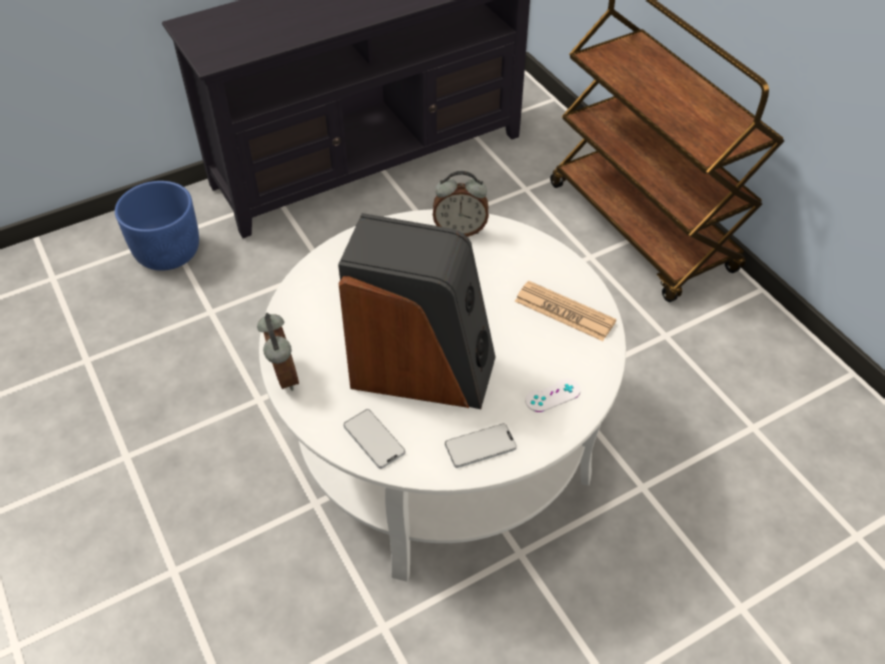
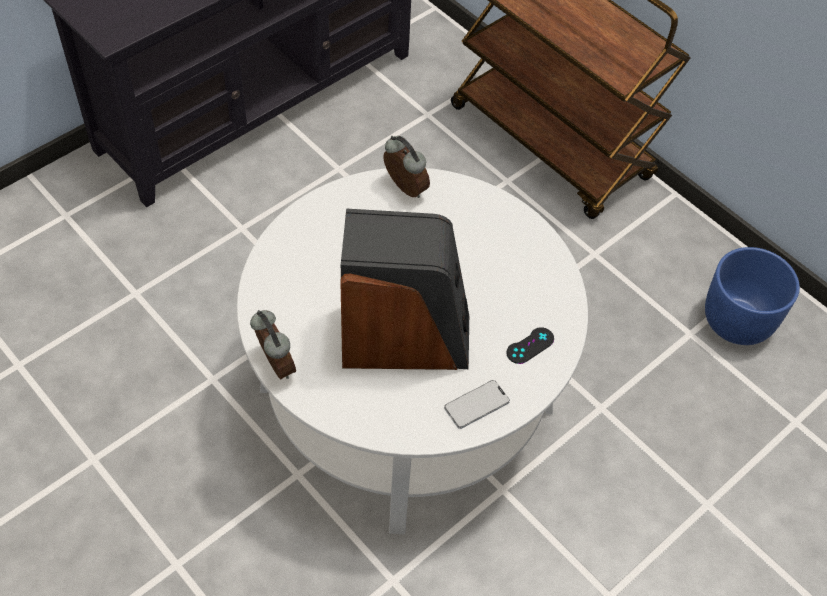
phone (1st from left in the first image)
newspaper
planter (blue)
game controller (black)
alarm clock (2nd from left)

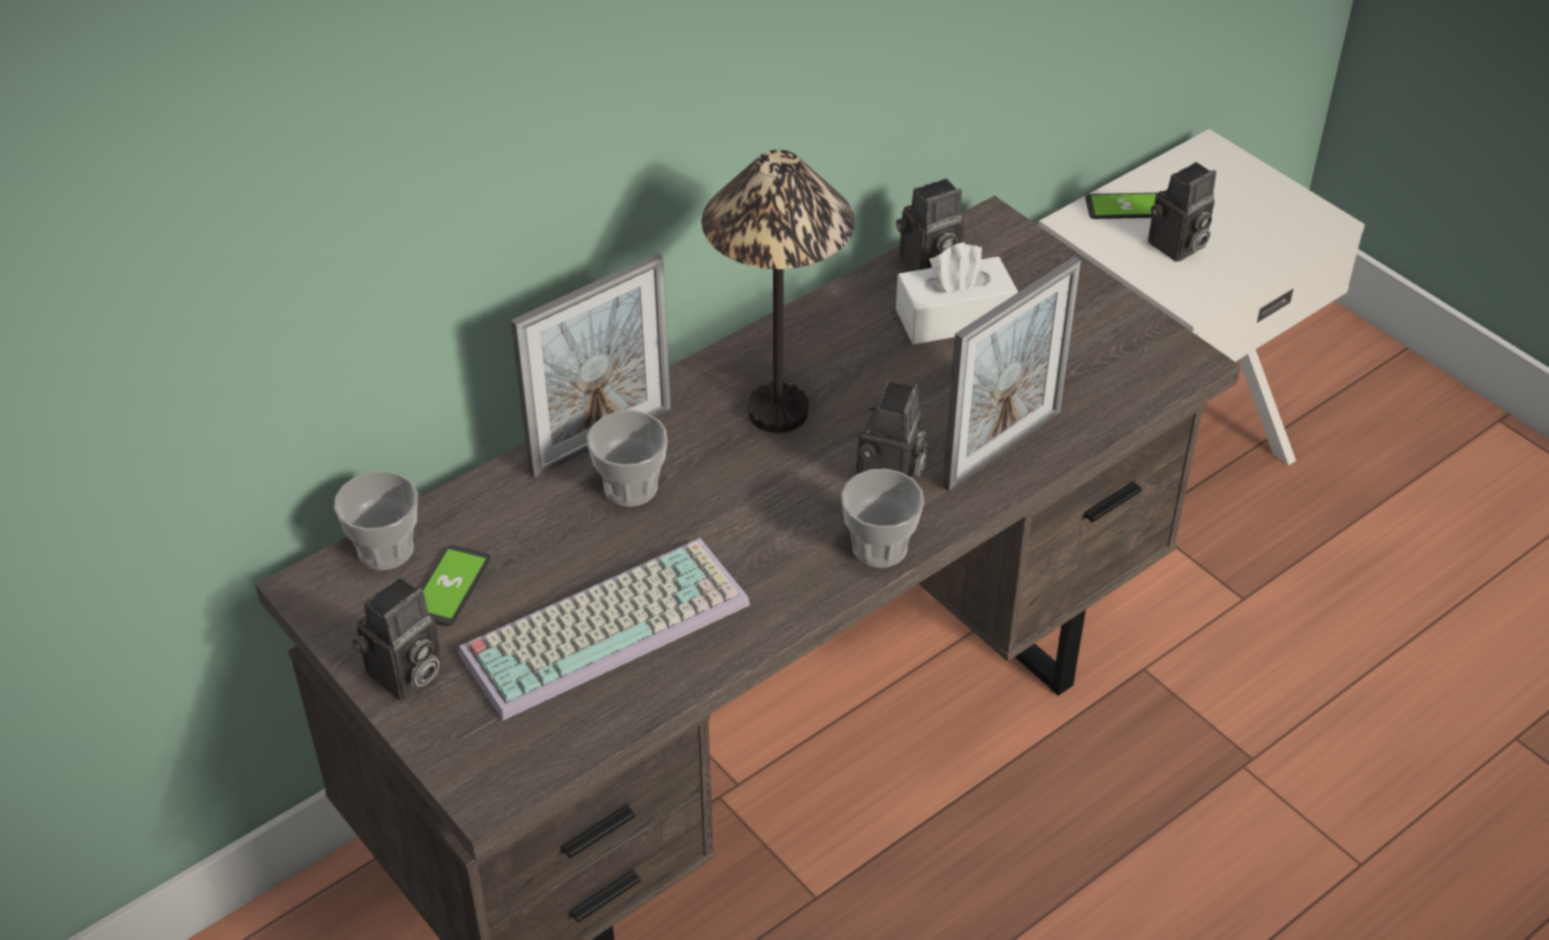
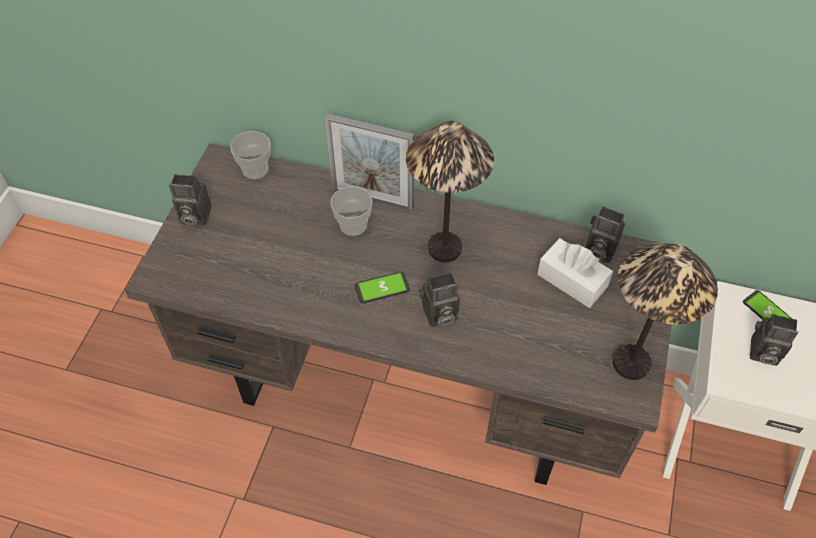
keyboard
cup (3rd from left in the first image)
picture frame (2nd from left in the first image)
table lamp (2nd from left)
phone (1st from left)

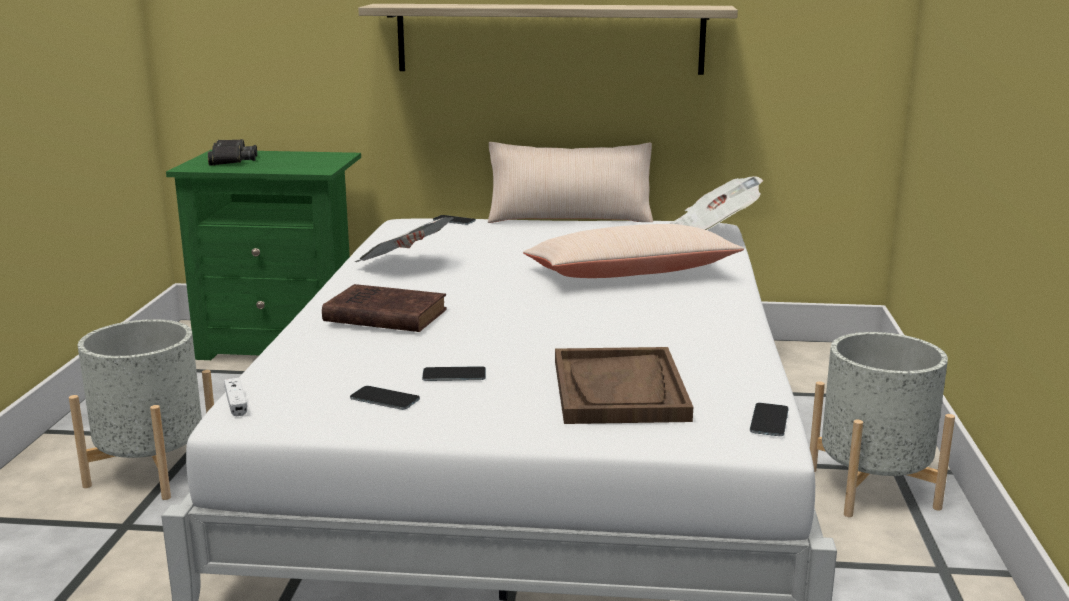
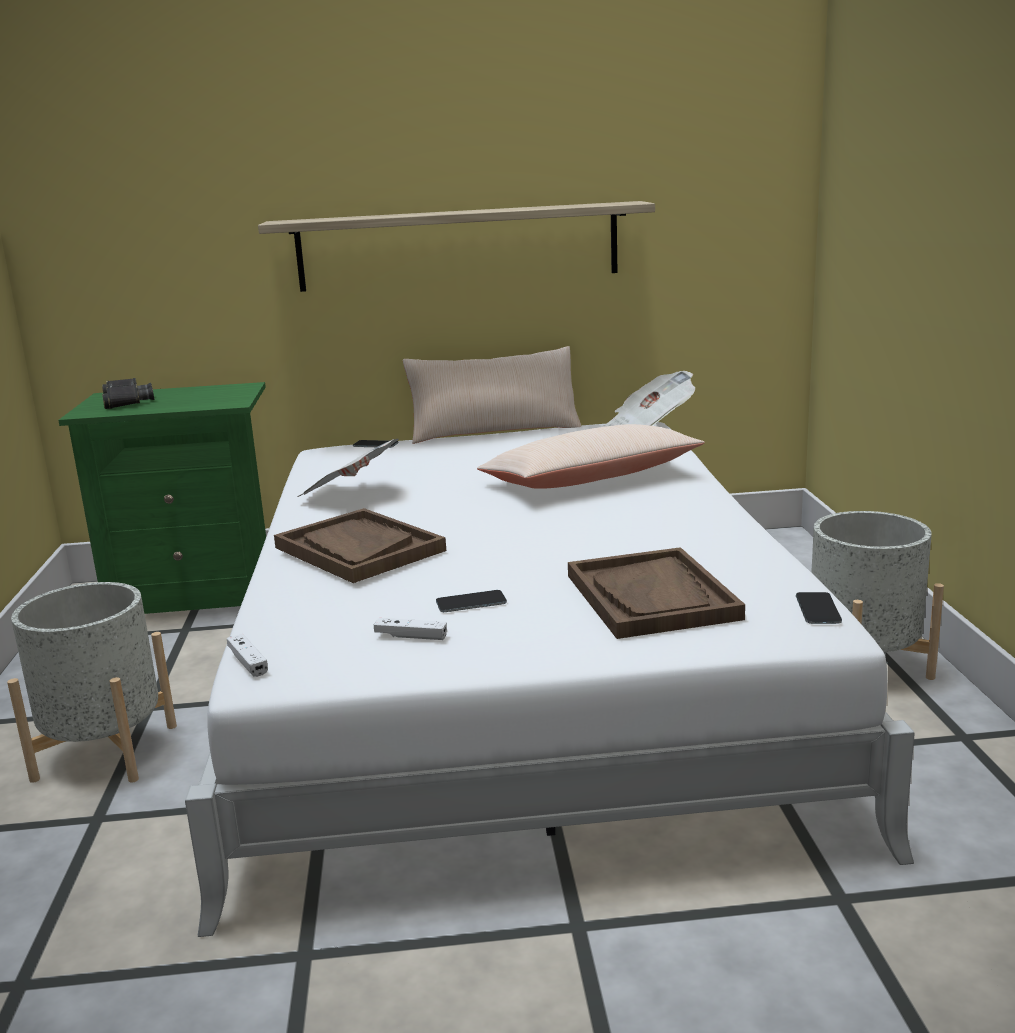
tray (brown) (1st from left)
game controller (white) (2nd from left)

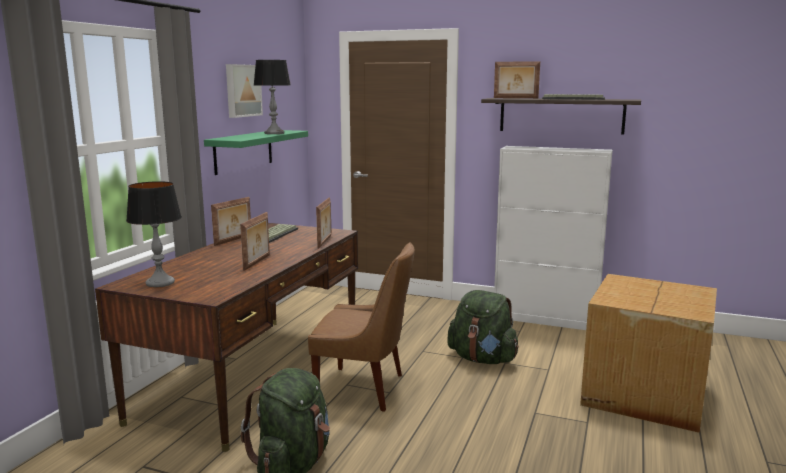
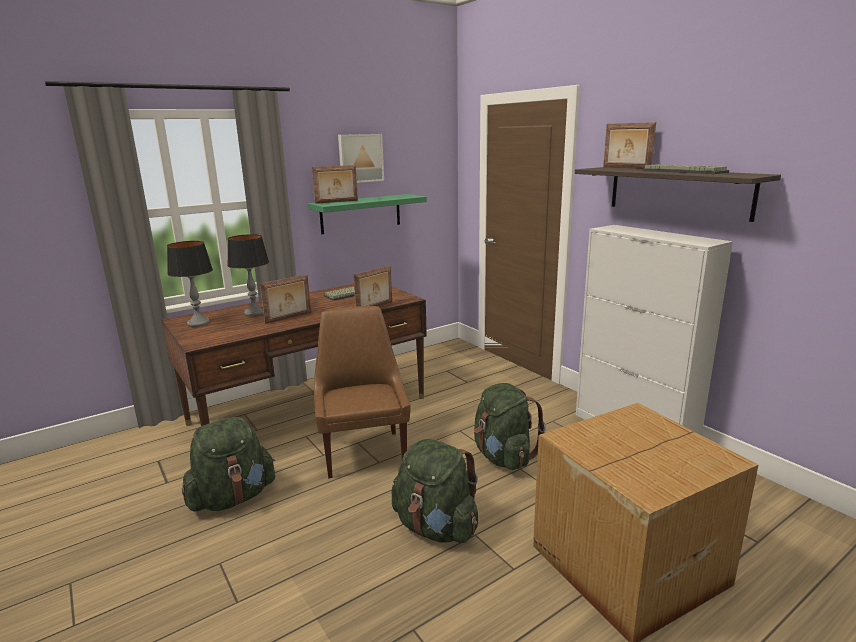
backpack (green) (2nd from left)
picture frame (2nd from left)
table lamp (2nd from left)
chair (brown)

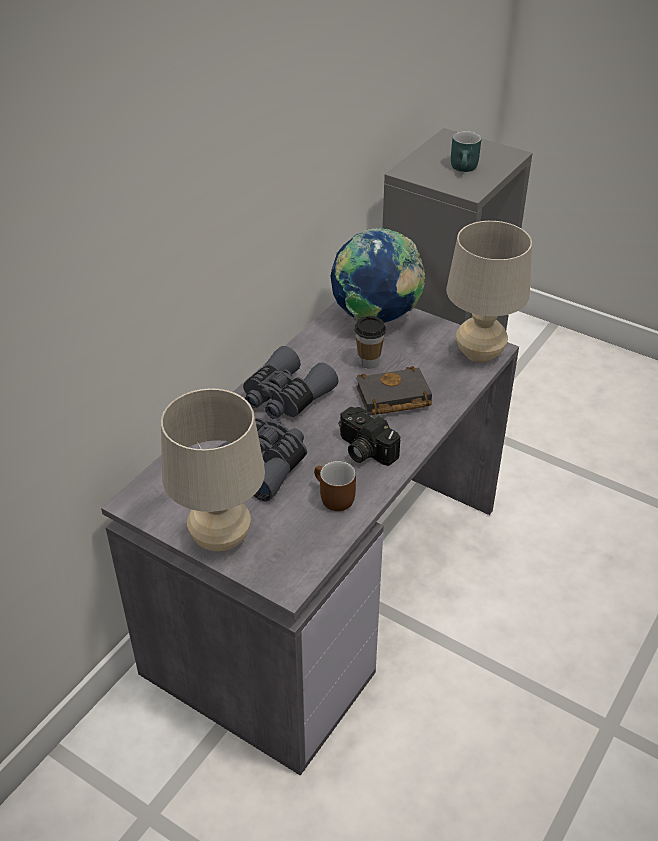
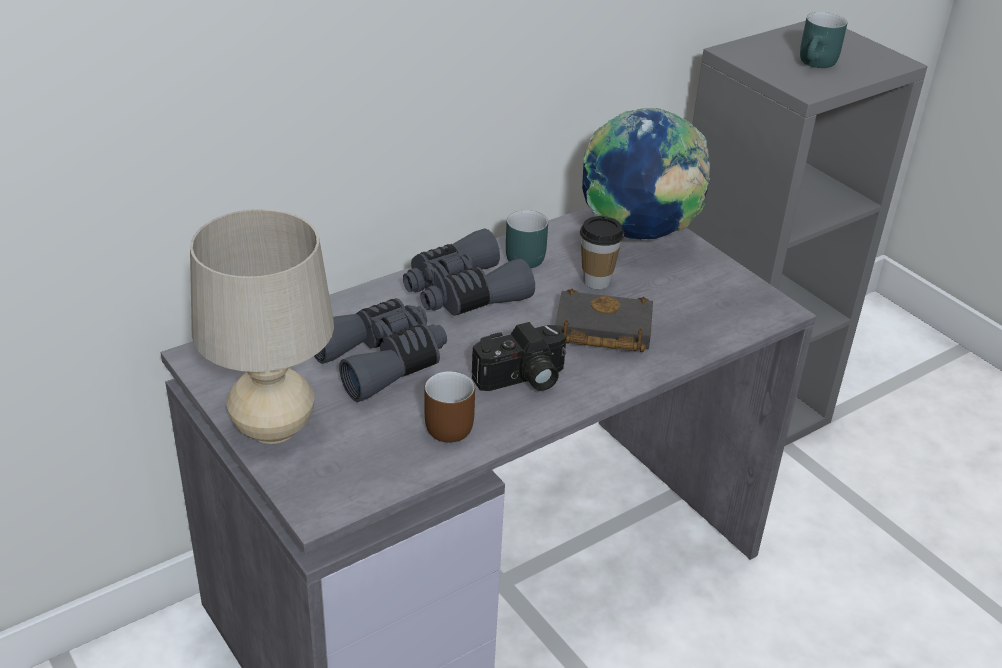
table lamp (beige) (2nd from left in the first image)
mug (turquoise) (1st from left)
photo camera

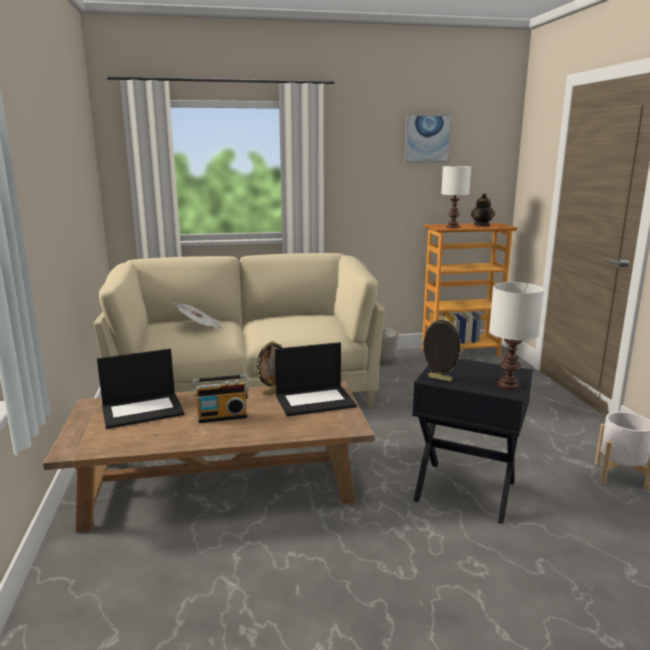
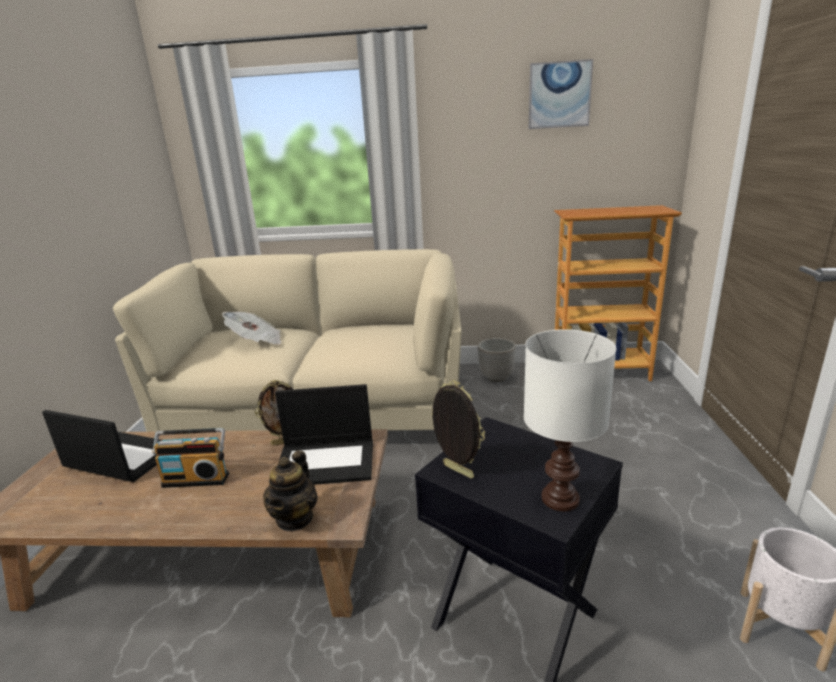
table lamp (white) (1st from left in the first image)
teapot
laptop (1st from left)

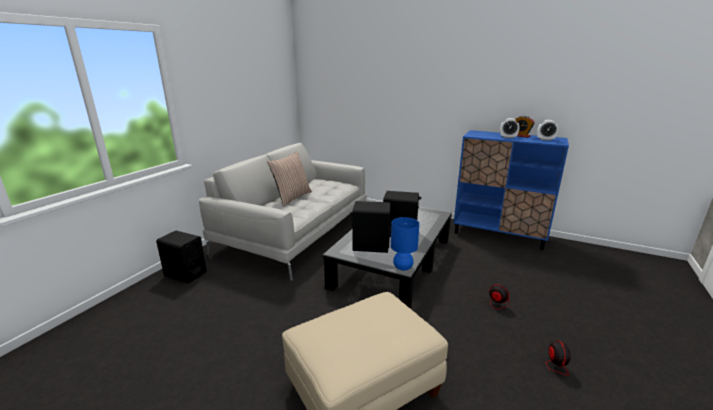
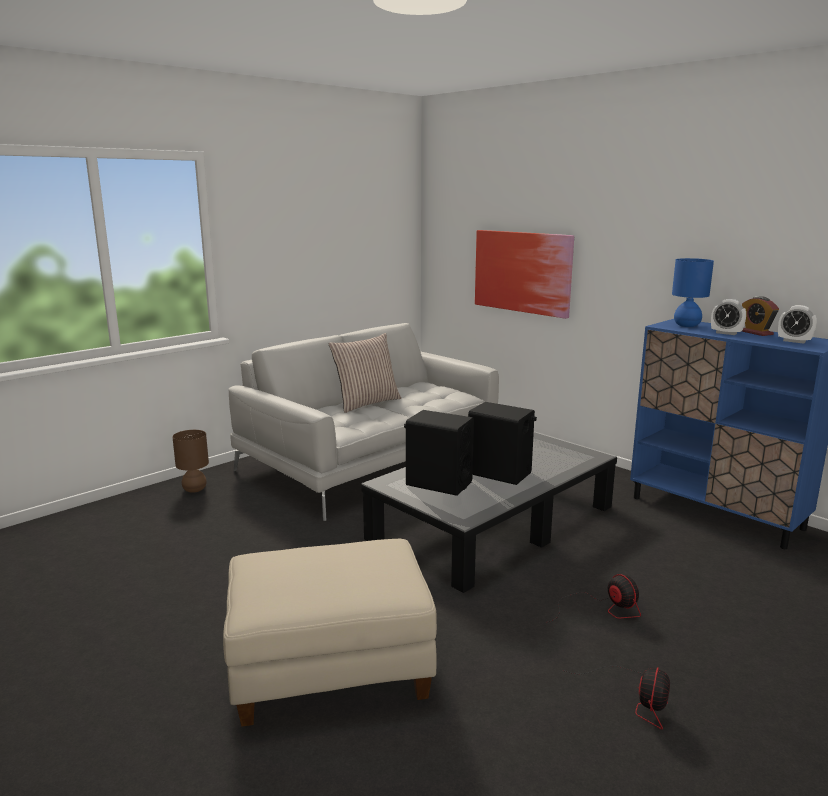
picture
table lamp (blue)
table lamp (brown)

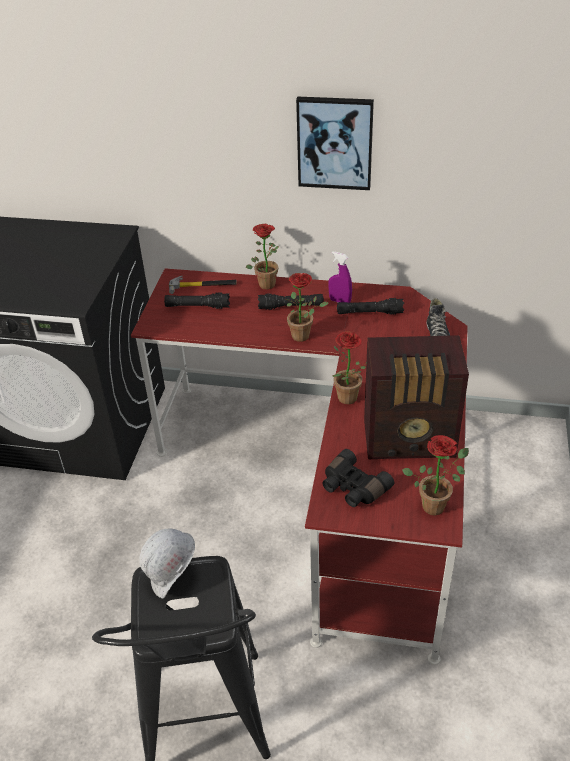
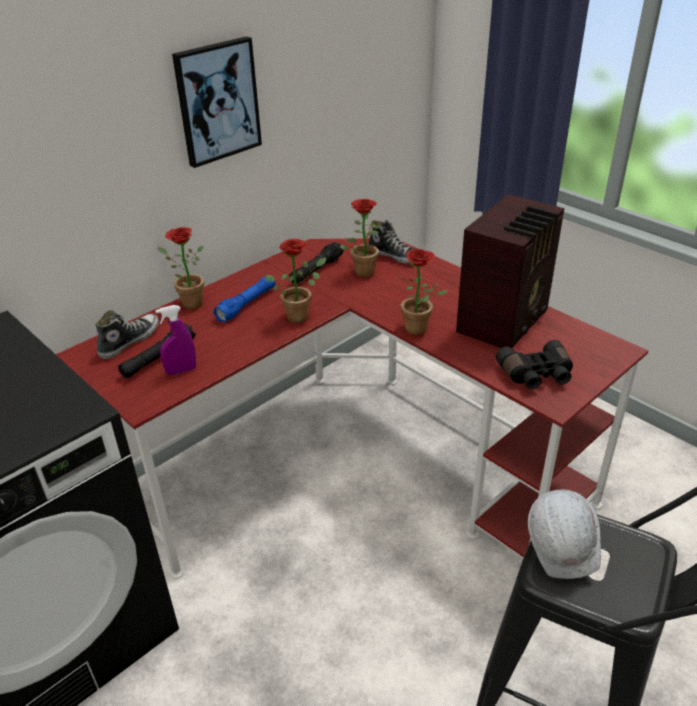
spray bottle (purple)
potted plant (3rd from left)
shoe (1st from left)
flashlight (blue)

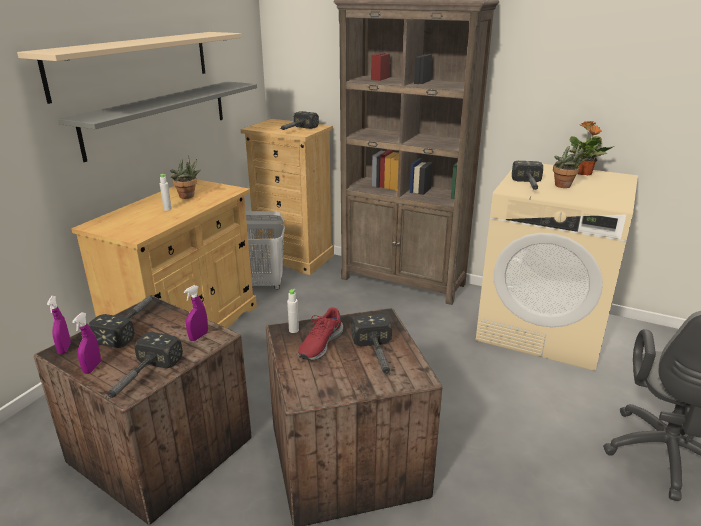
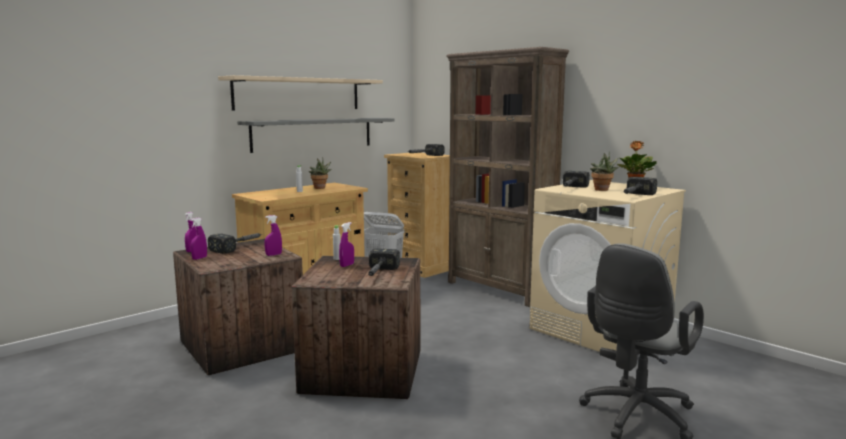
hammer (5th from left)
spray bottle (purple) (4th from left)

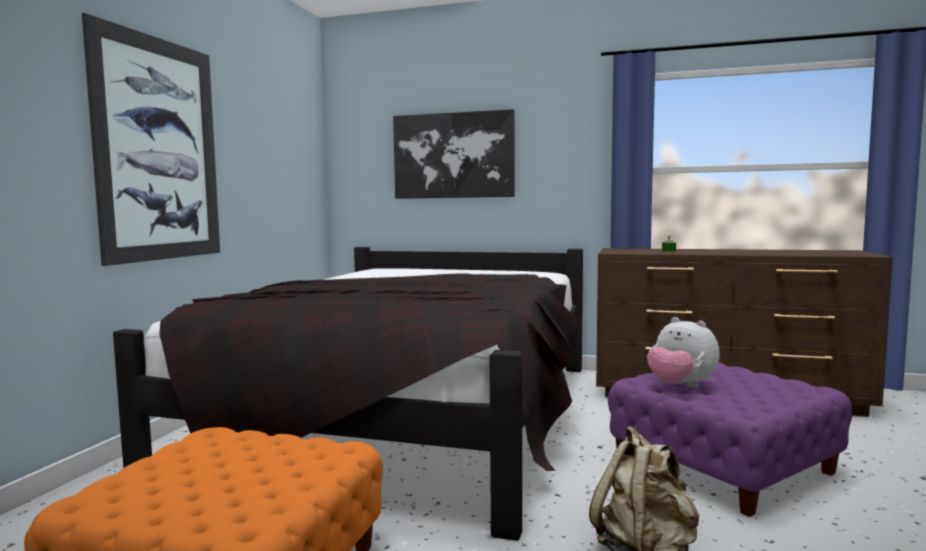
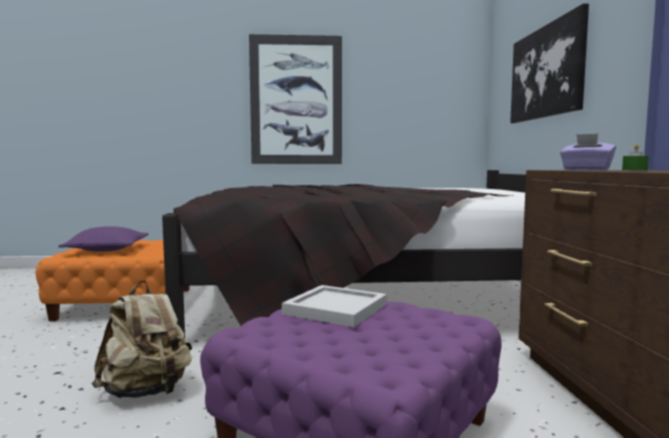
pillow (purple)
tissue box (purple)
tray (white)

